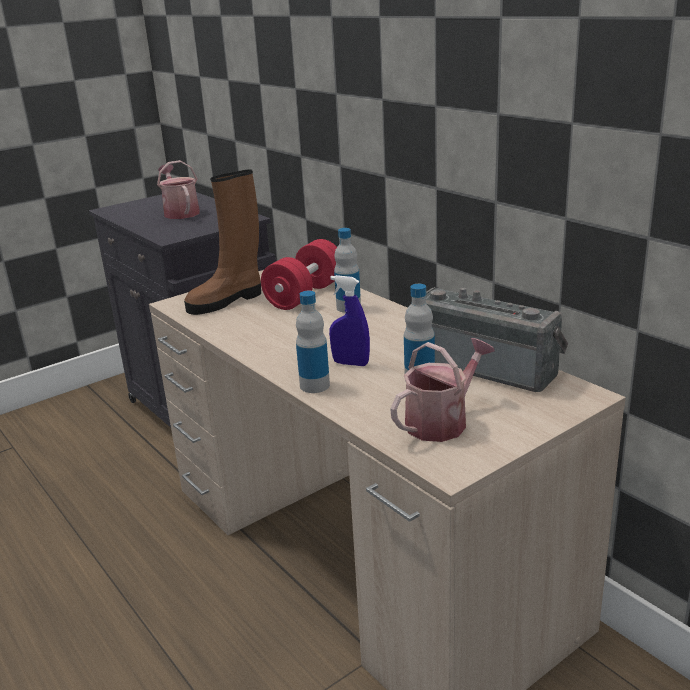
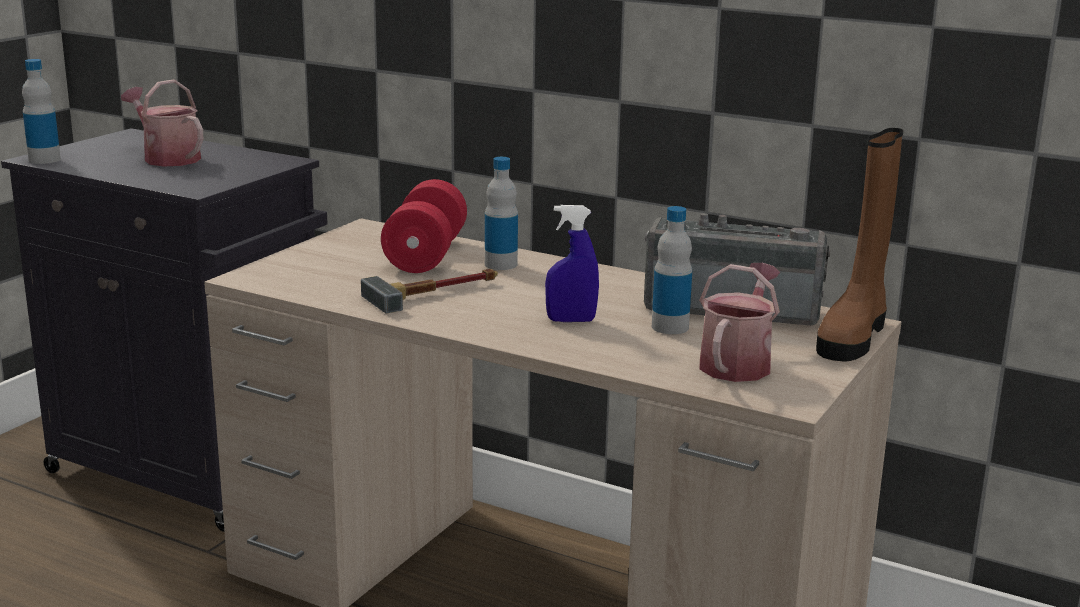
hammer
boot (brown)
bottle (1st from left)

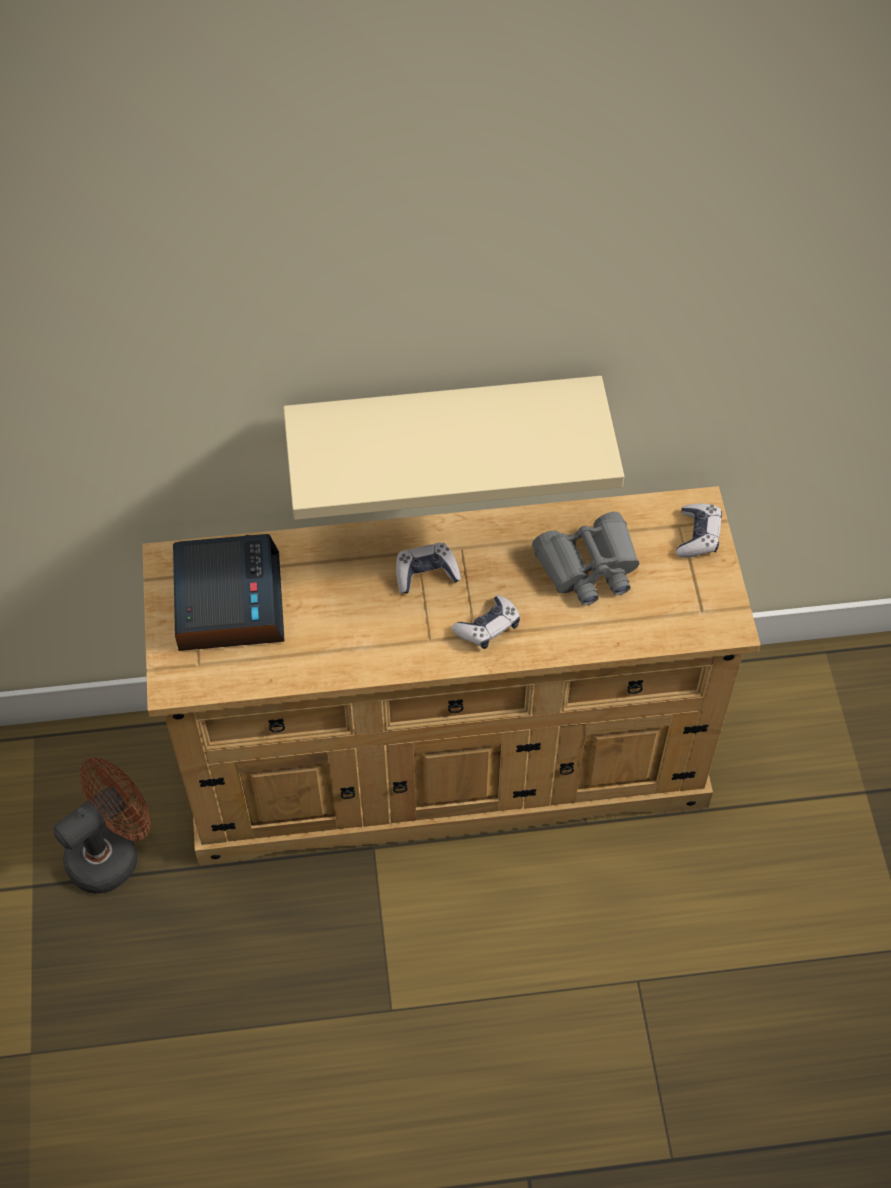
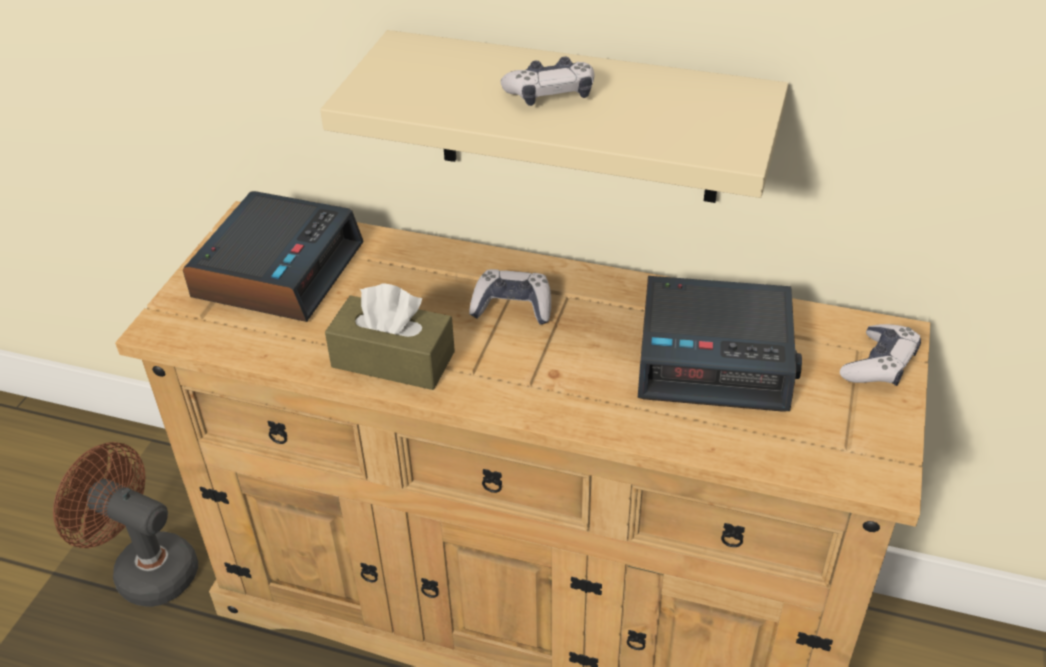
tissue box (brown)
game controller (2nd from left)
alarm clock (2nd from left)
fan (brown)

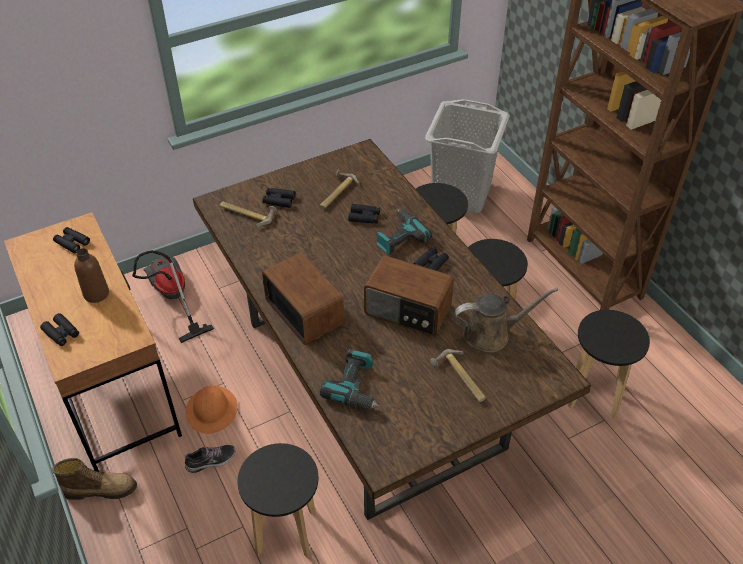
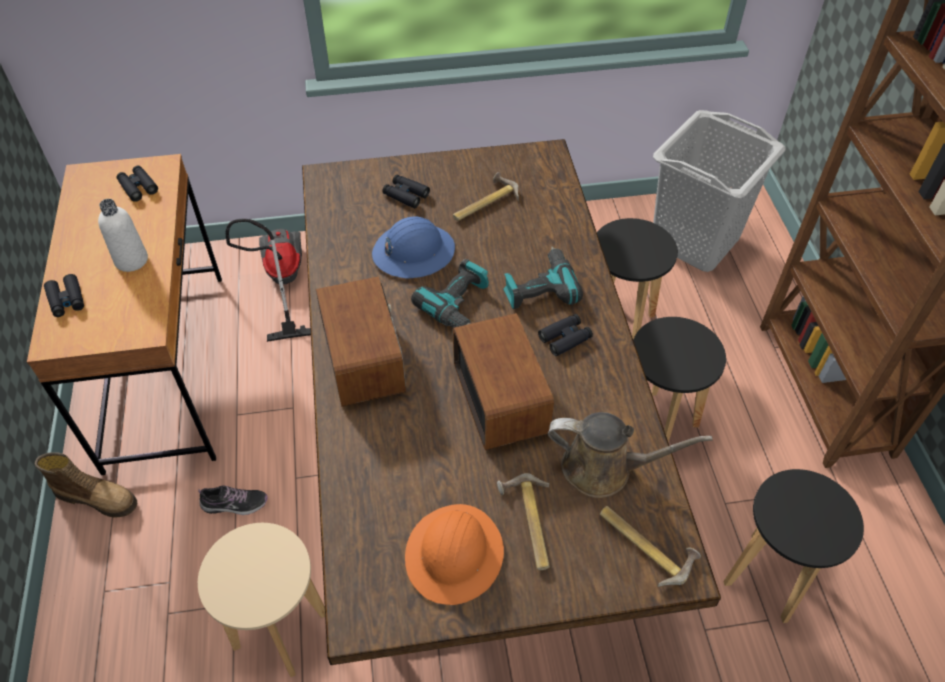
binoculars (black) (4th from left in the first image)
hard hat (blue)
hard hat (orange)
hammer (3rd from left)
power drill (1st from left)
bottle (white)
stool (beige)
radio (2nd from left)

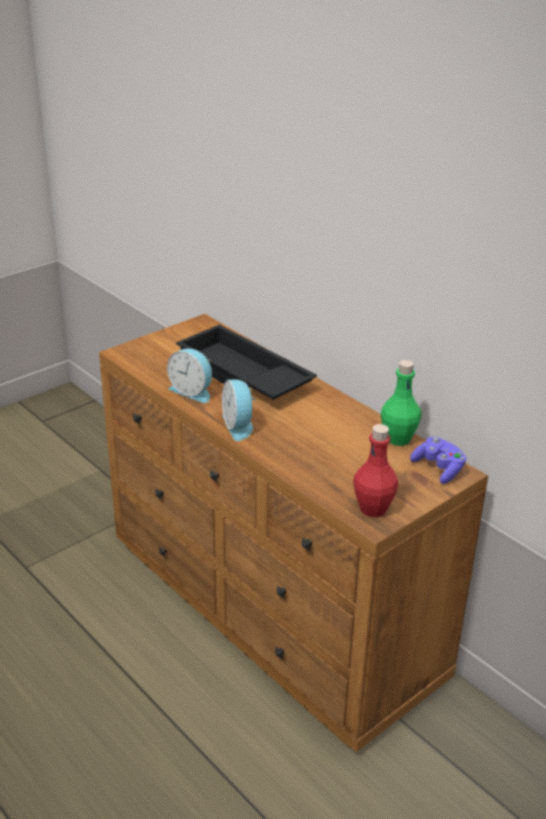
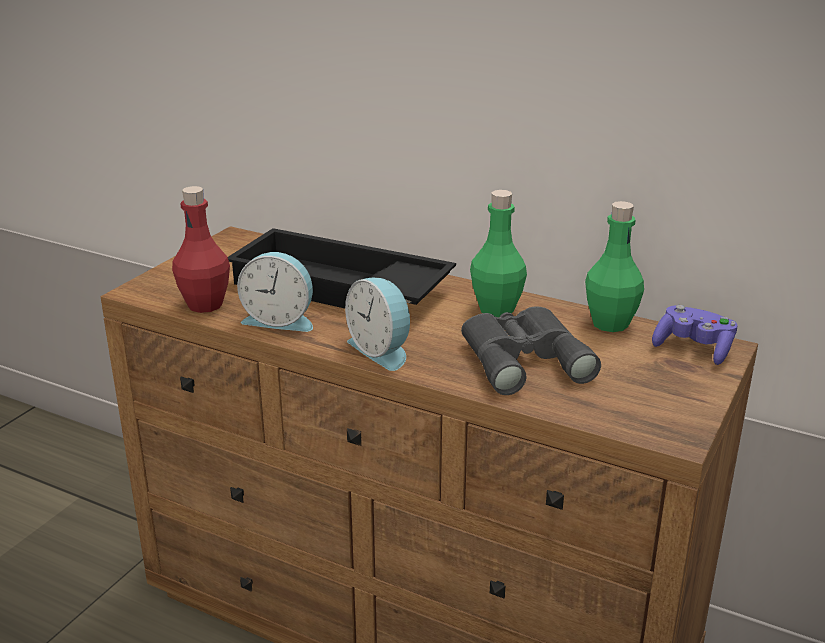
binoculars (grey)
bottle (green) (1st from left)
bottle (red)

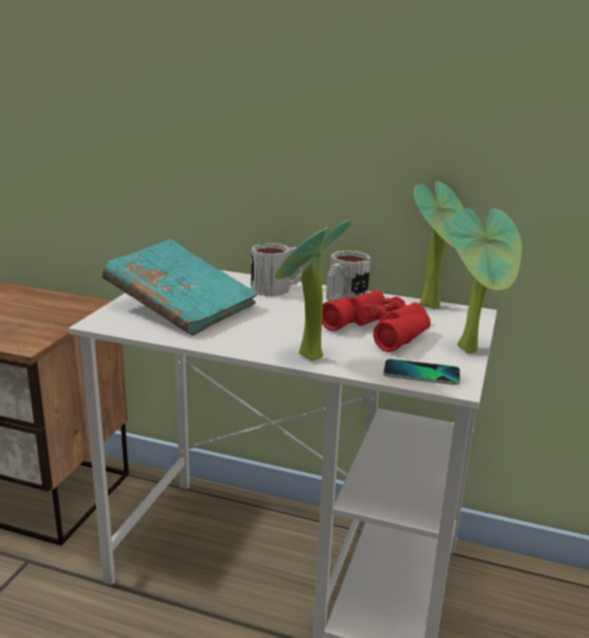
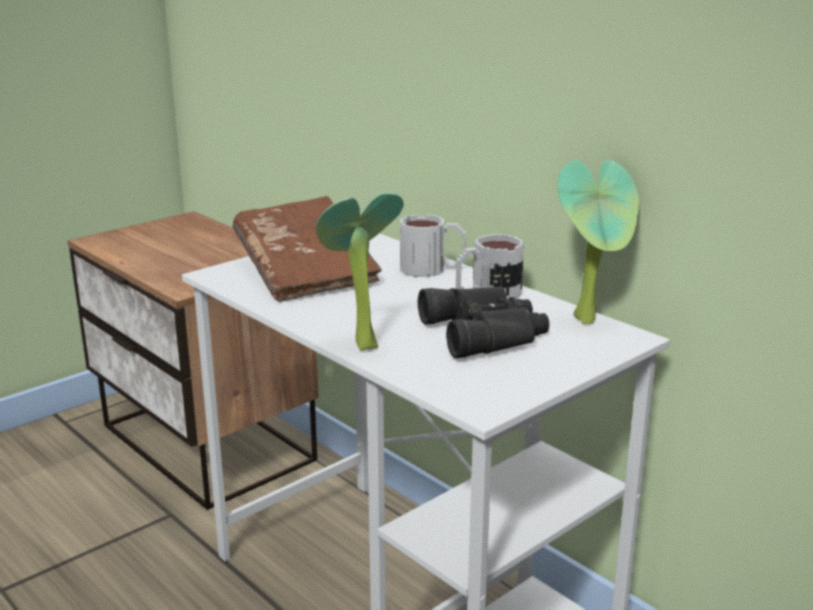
phone
potted plant (3rd from left in the first image)
book (brown)
binoculars (black)

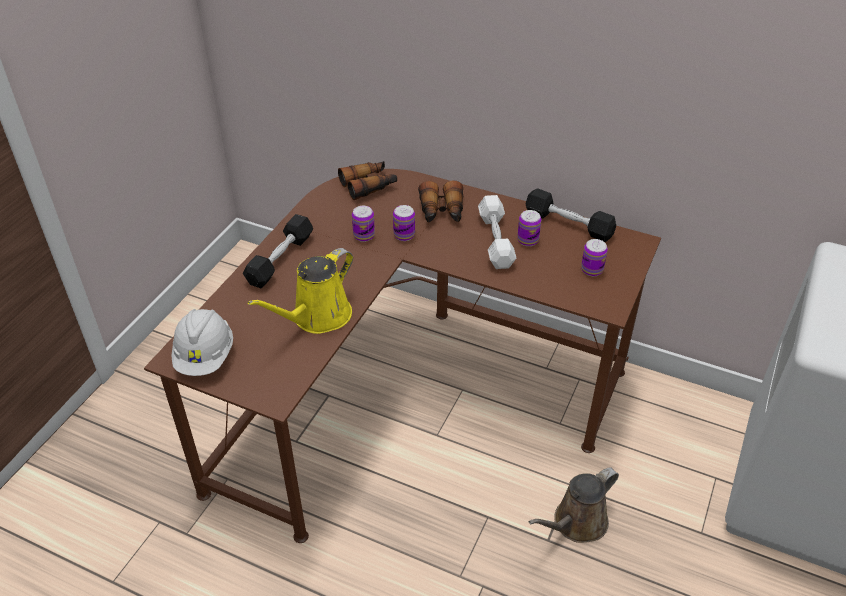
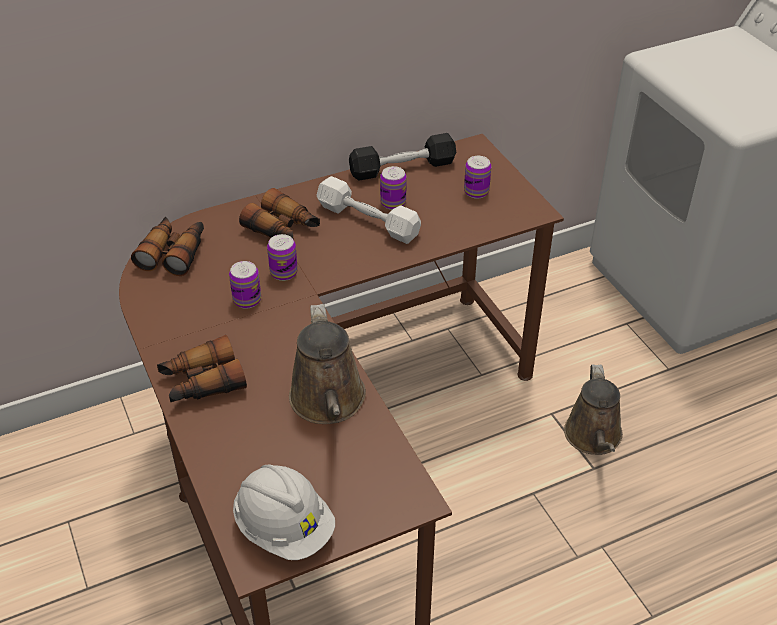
binoculars (2nd from left)
watering can (brown) (1st from left)

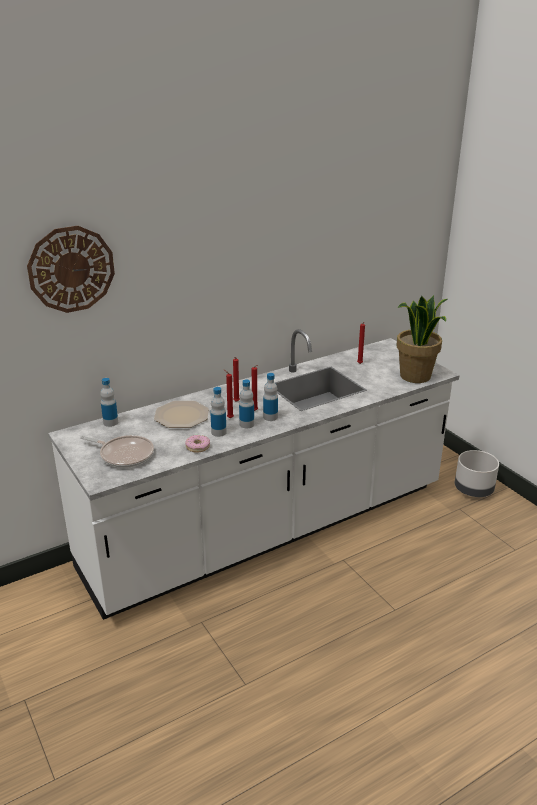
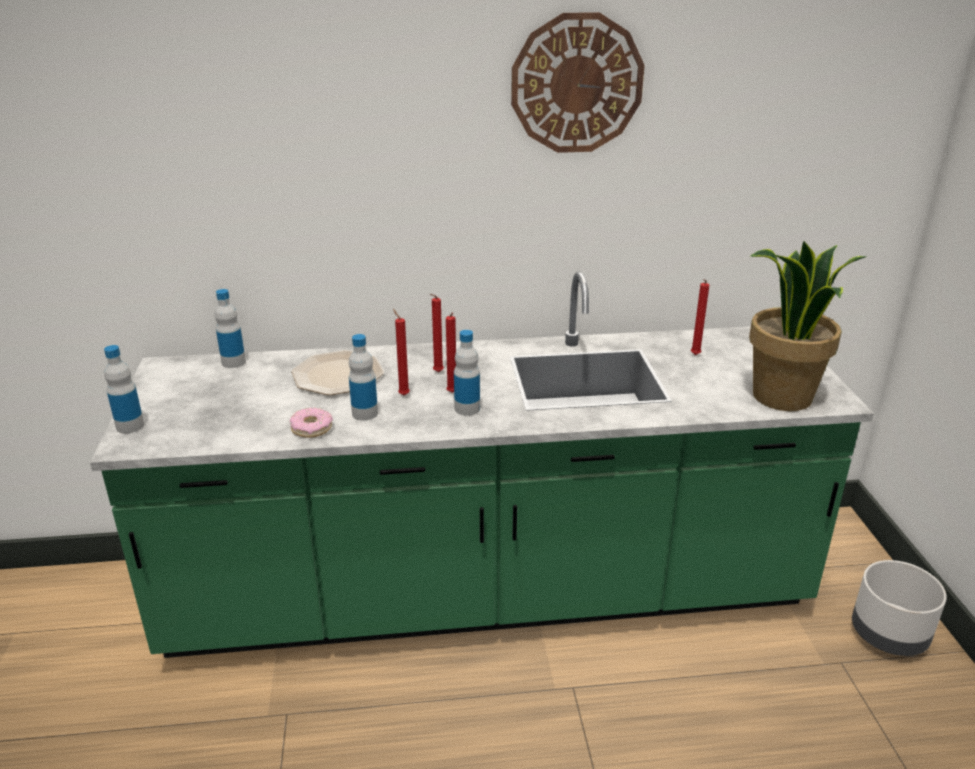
frying pan
wall clock
bottle (1st from left)
counter (green)

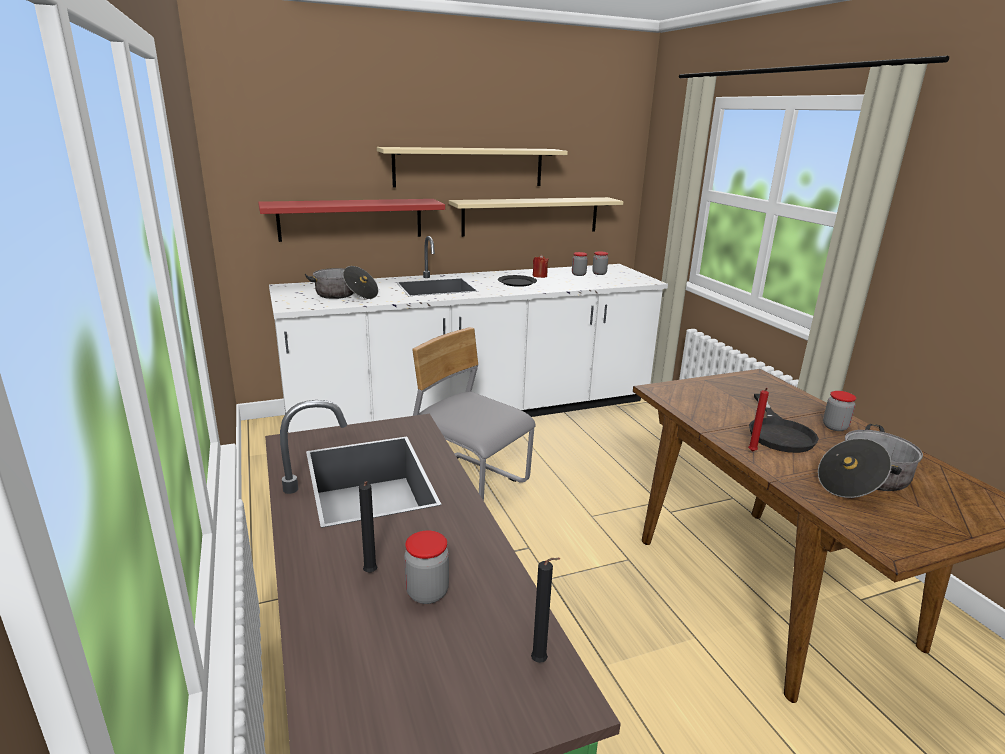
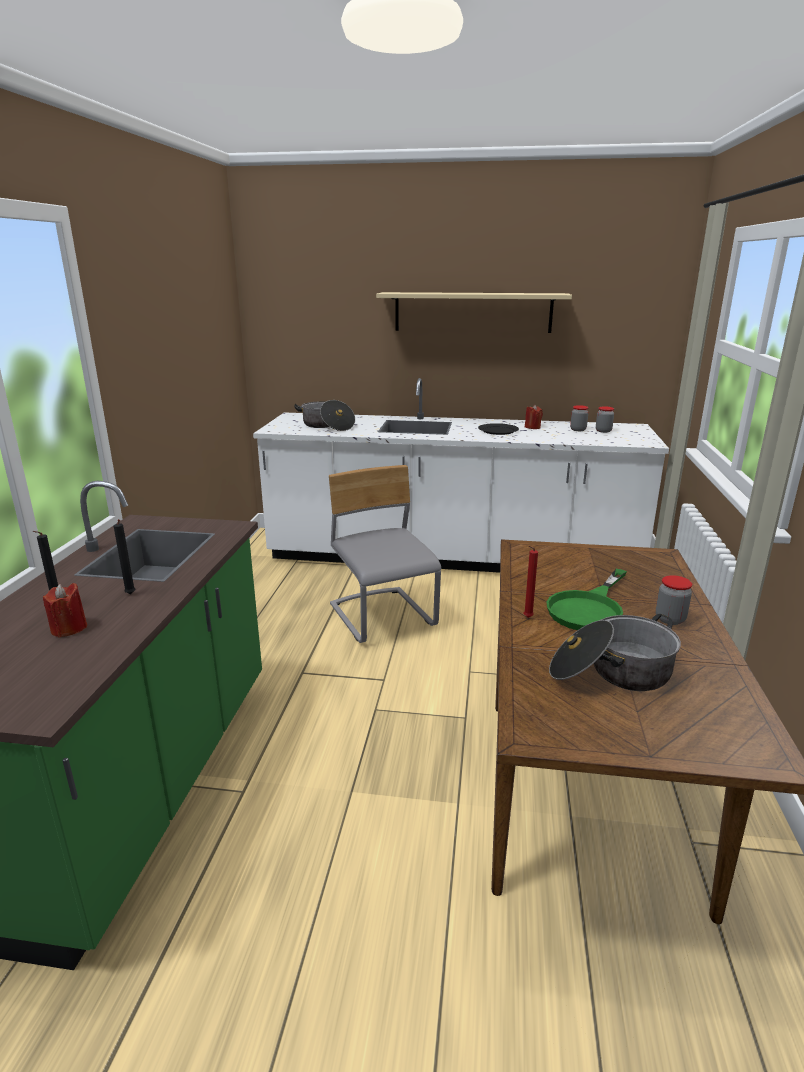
shelf (red)
shelf (beige) (2nd from left in the first image)
candle (black) (2nd from left)
candle (red) (1st from left)
frying pan (green)

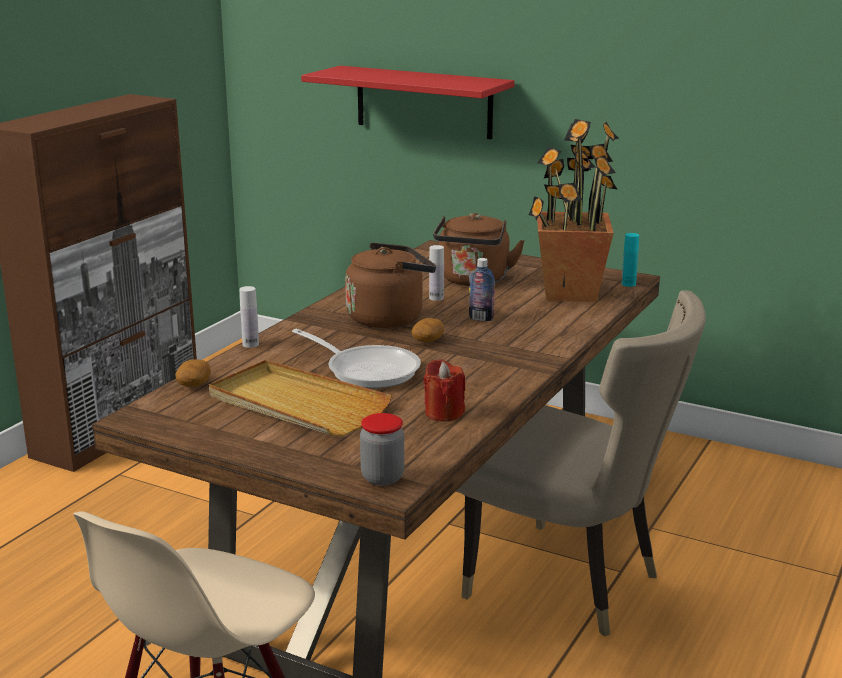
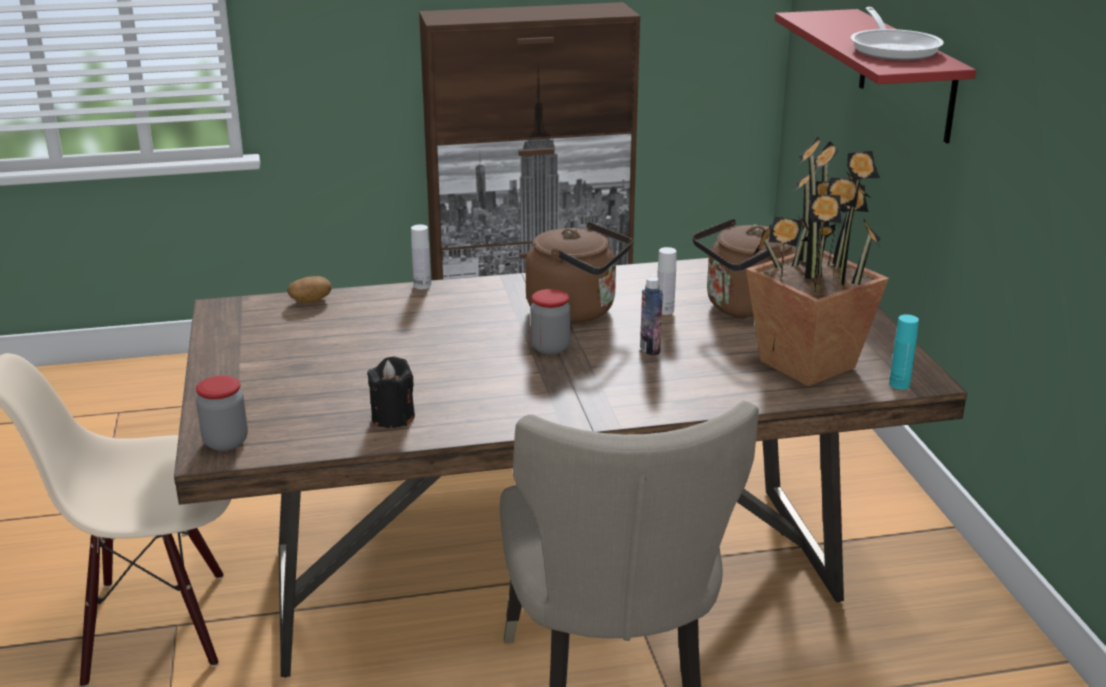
tray (beige)
frying pan
jar (2nd from left)
candle (black)

